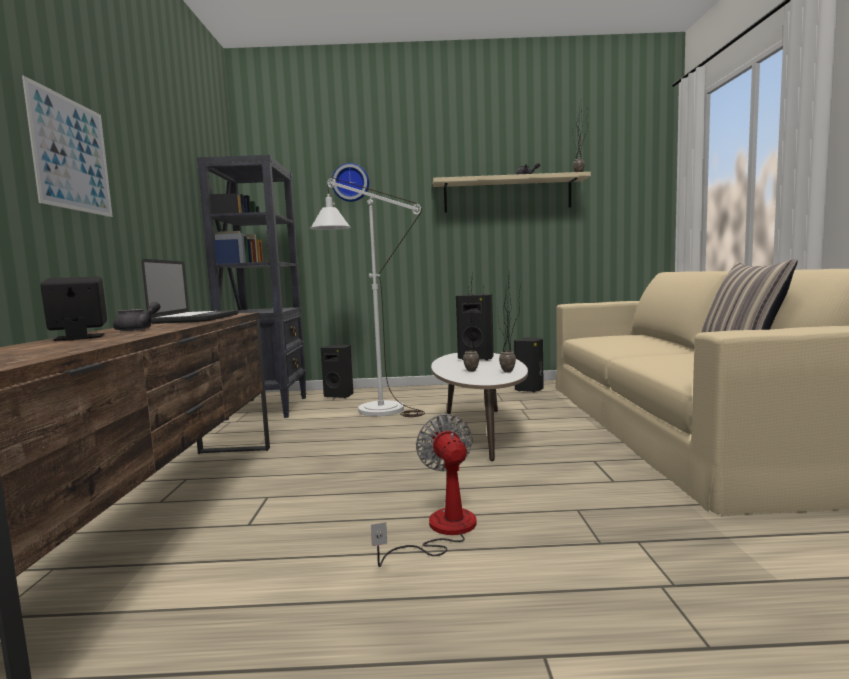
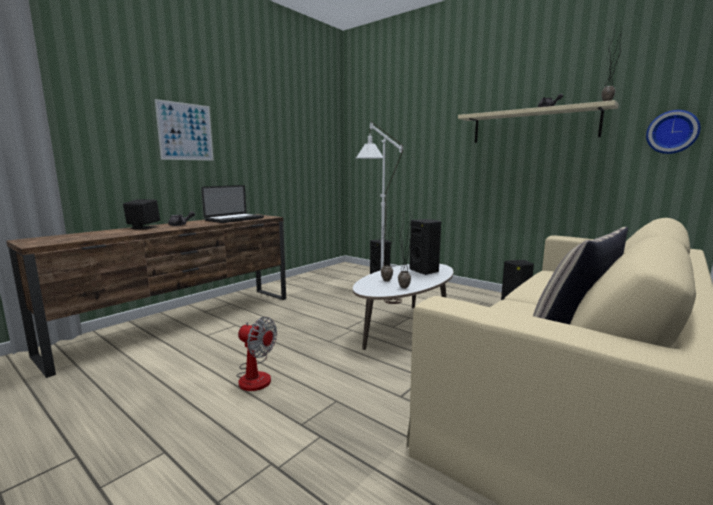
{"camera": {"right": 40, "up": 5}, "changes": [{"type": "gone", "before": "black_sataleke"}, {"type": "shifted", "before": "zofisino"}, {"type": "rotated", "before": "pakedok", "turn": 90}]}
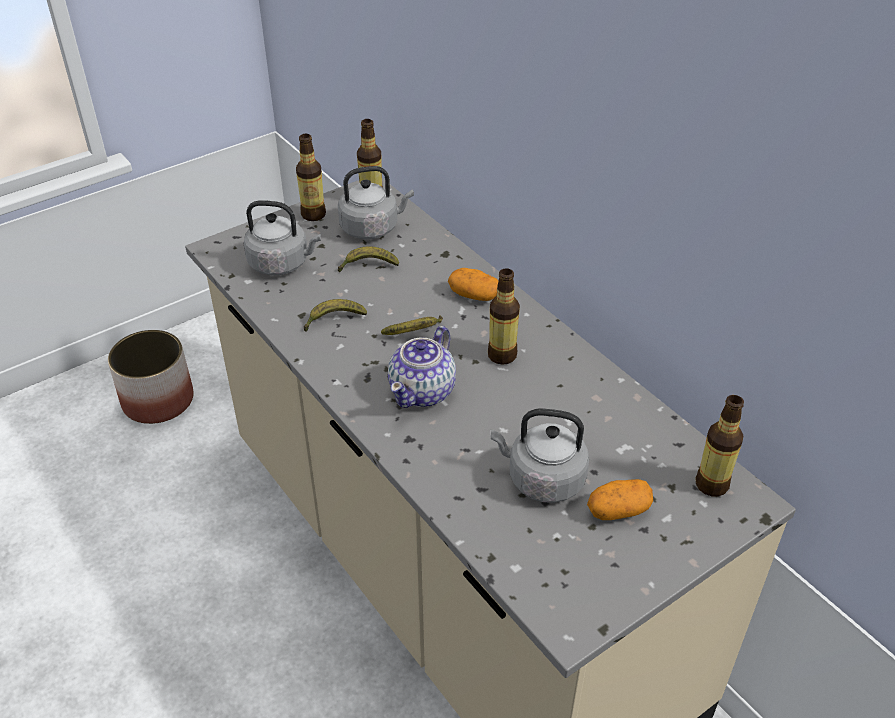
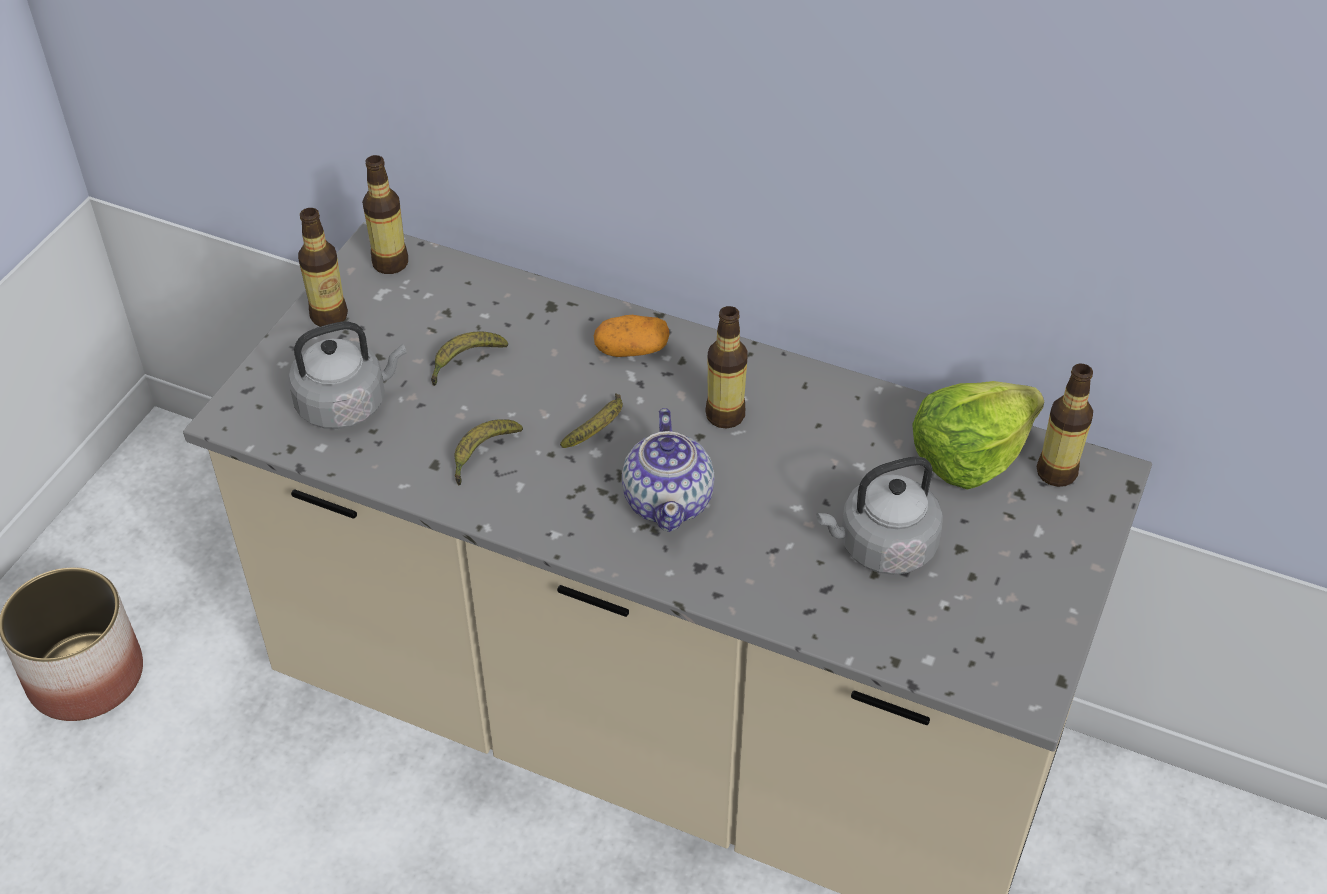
{"camera": {"right": -30, "up": 5}, "changes": [{"type": "gone", "before": "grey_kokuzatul (no. 2 from left)"}, {"type": "gone", "before": "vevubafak (no. 2 from left)"}, {"type": "new", "after": "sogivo"}]}
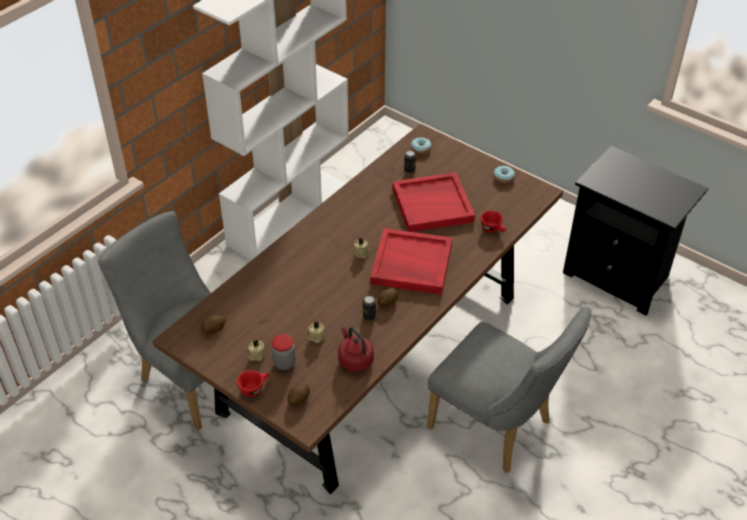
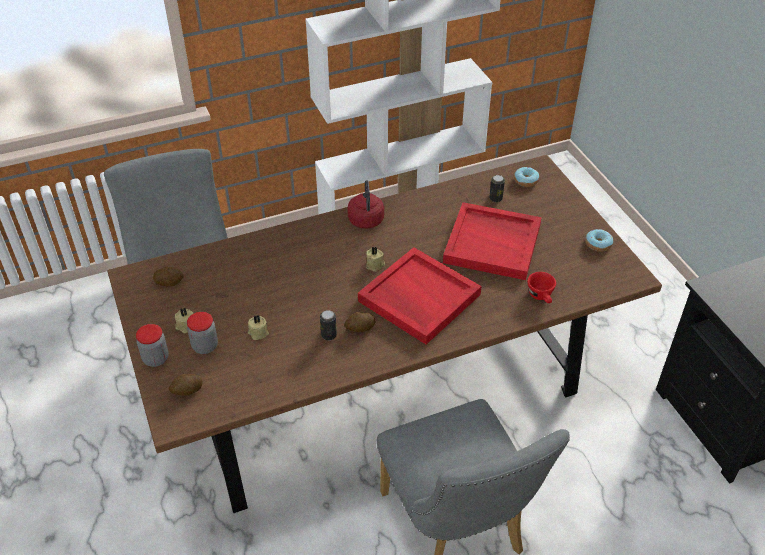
{"camera": {"right": 30, "up": 0}, "changes": [{"type": "swapped", "before": "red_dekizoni (no. 1 from left)", "after": "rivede (no. 1 from left)"}, {"type": "shifted", "before": "red_kokuzatul"}]}
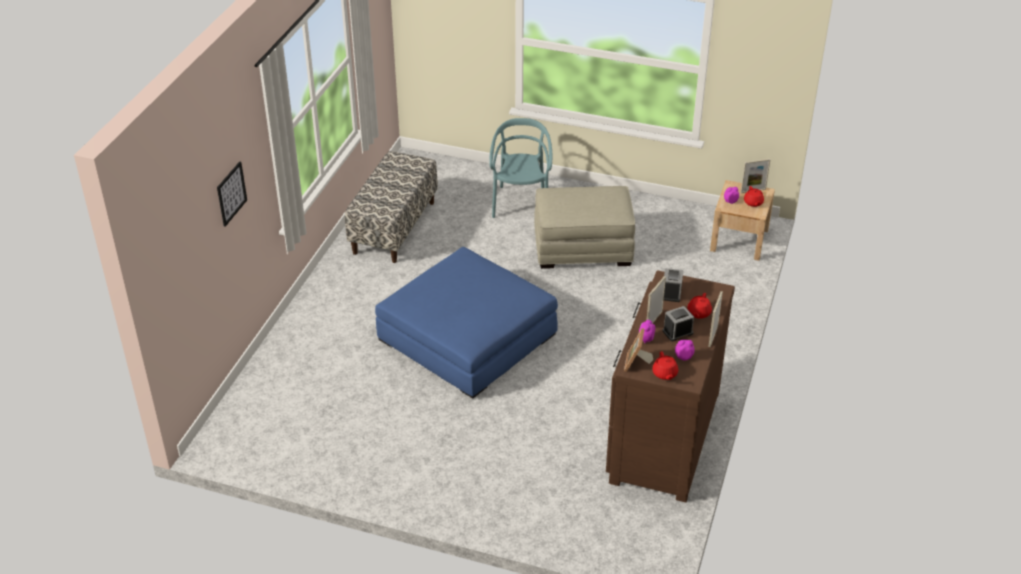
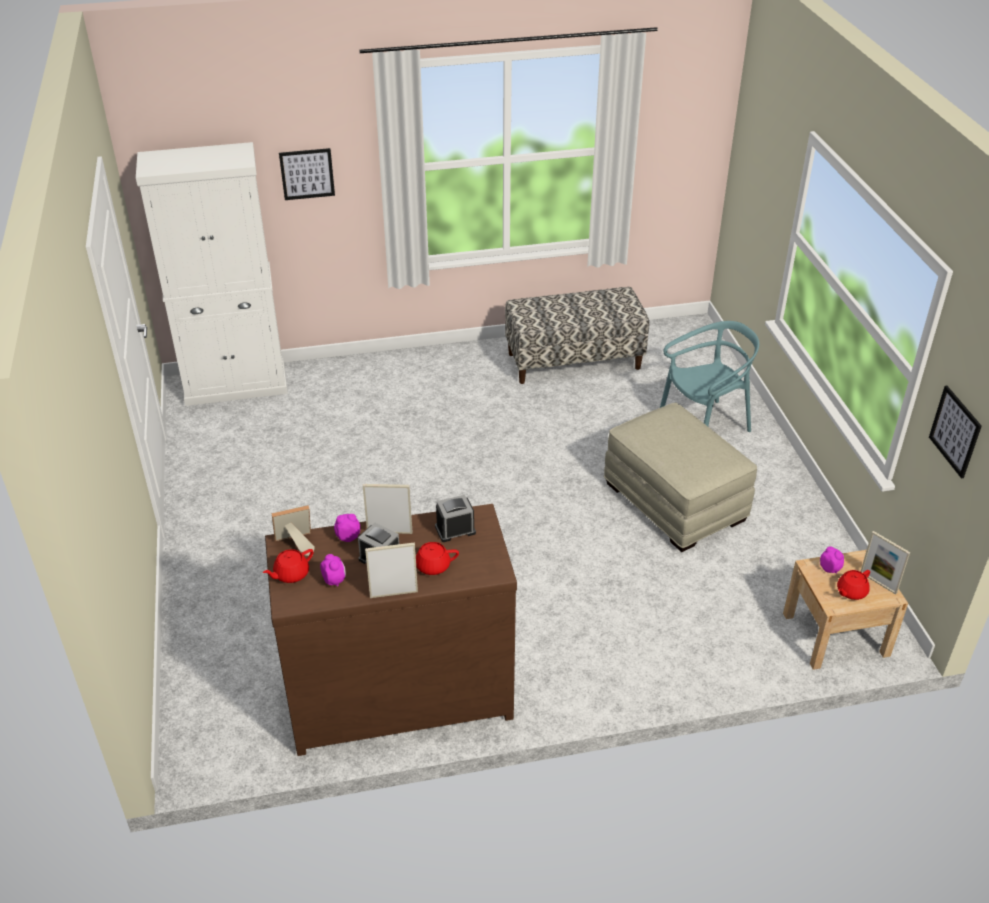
{"camera": {"right": 60, "up": 0}, "changes": [{"type": "gone", "before": "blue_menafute"}, {"type": "new", "after": "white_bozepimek"}, {"type": "new", "after": "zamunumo (no. 2 from left)"}]}
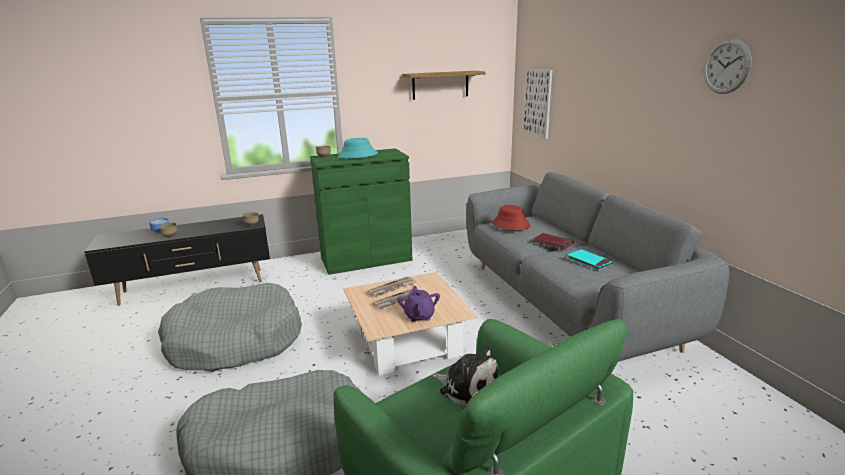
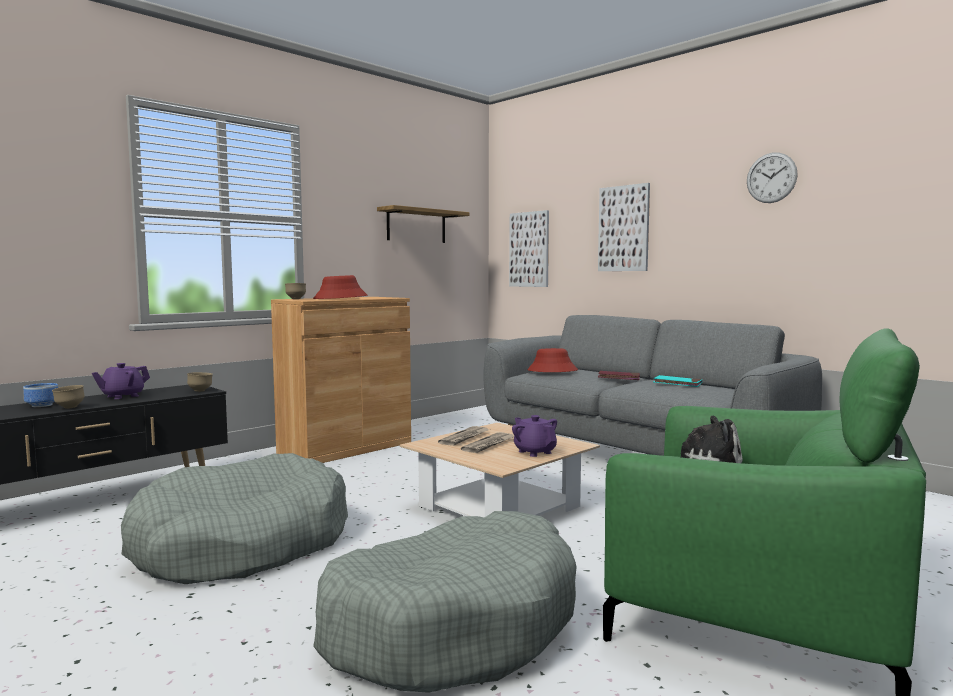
{"camera": {"right": -25, "up": -15}, "changes": [{"type": "repainted", "before": "green_bozepimek", "after": "brown_bozepimek"}, {"type": "repainted", "before": "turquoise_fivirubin", "after": "red_fivirubin (no. 1 from left)"}, {"type": "new", "after": "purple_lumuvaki (no. 1 from left)"}, {"type": "new", "after": "zamunumo (no. 2 from left)"}]}
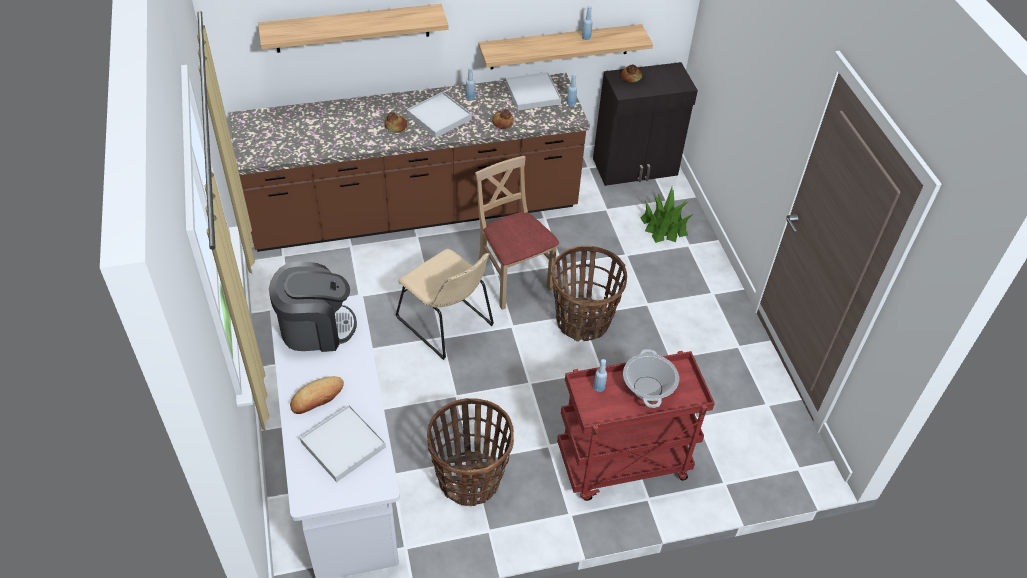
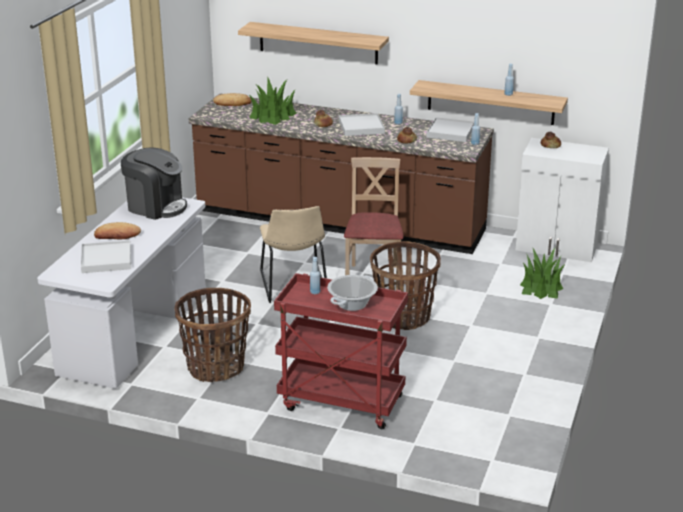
{"camera": {"right": 35, "up": -20}, "changes": [{"type": "repainted", "before": "black_bozepimek", "after": "white_bozepimek"}, {"type": "new", "after": "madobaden (no. 2 from left)"}, {"type": "new", "after": "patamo (no. 1 from left)"}]}
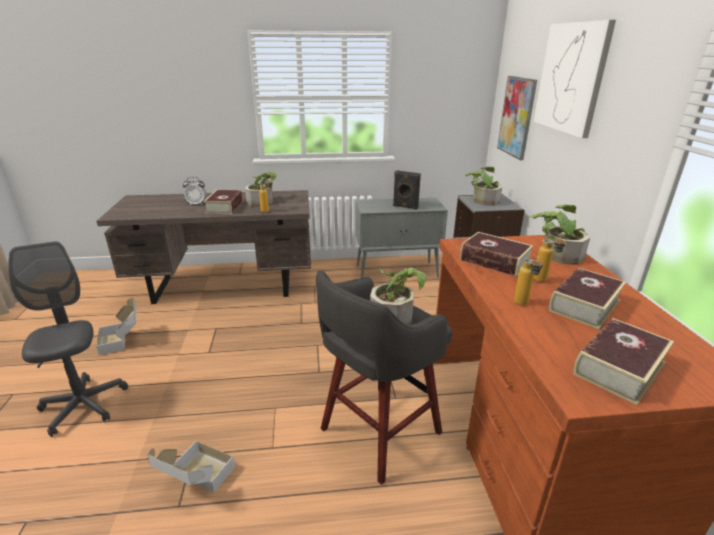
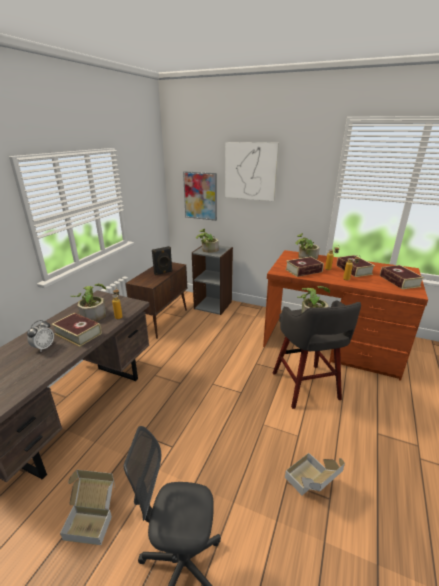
{"camera": {"right": -60, "up": 0}, "changes": [{"type": "repainted", "before": "grey_bozepimek", "after": "brown_bozepimek"}]}
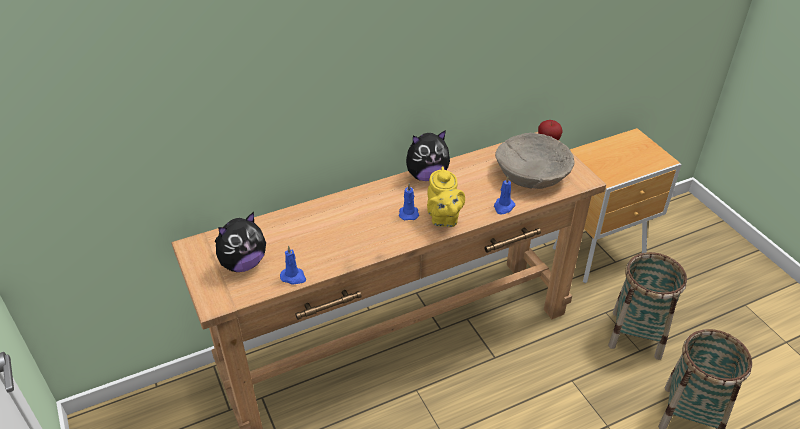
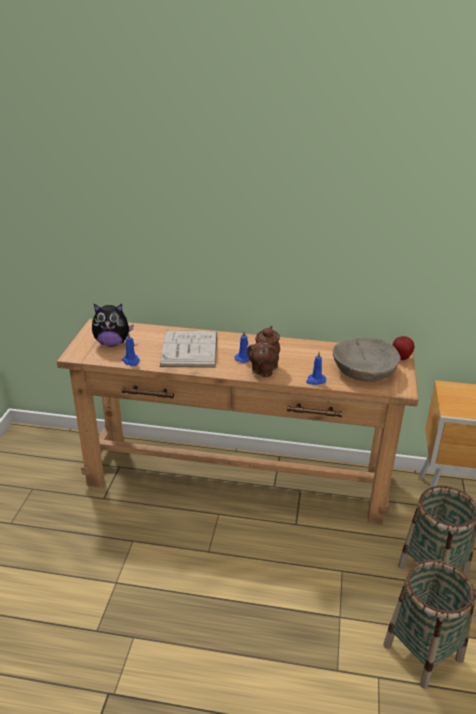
{"camera": {"right": 35, "up": -10}, "changes": [{"type": "gone", "before": "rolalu (no. 2 from left)"}, {"type": "repainted", "before": "yellow_lumuvaki", "after": "brown_lumuvaki"}, {"type": "new", "after": "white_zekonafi"}]}
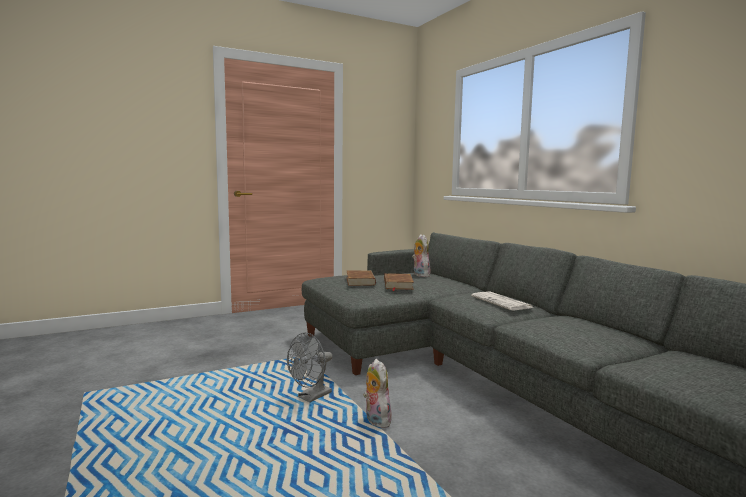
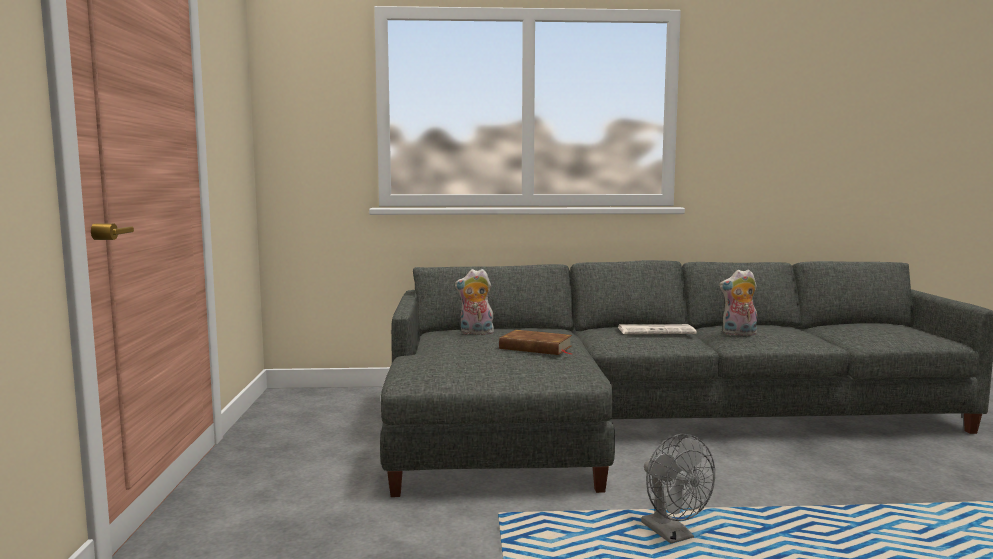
{"camera": {"right": -65, "up": 0}, "changes": [{"type": "gone", "before": "brown_zekonafi (no. 1 from left)"}, {"type": "shifted", "before": "rolalu (no. 1 from left in the first image)", "after": "rolalu (no. 2 from left)"}]}
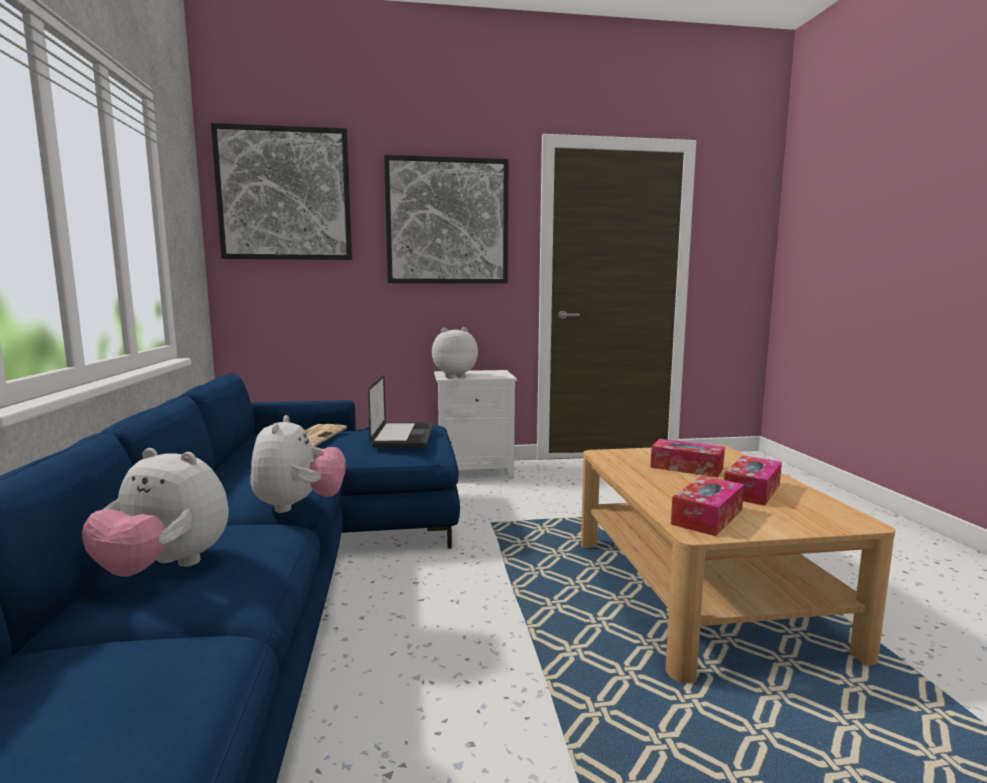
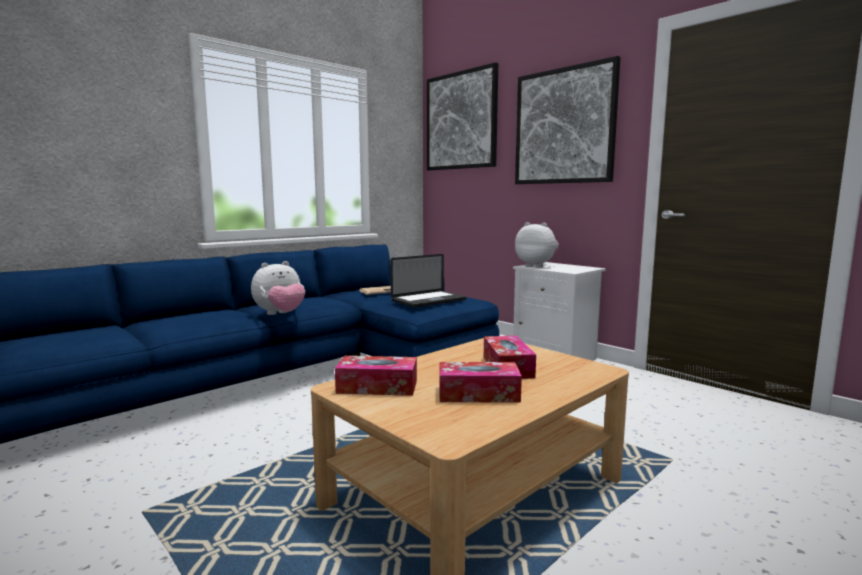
{"camera": {"right": 55, "up": 0}, "changes": [{"type": "gone", "before": "rolalu (no. 1 from left)"}]}
